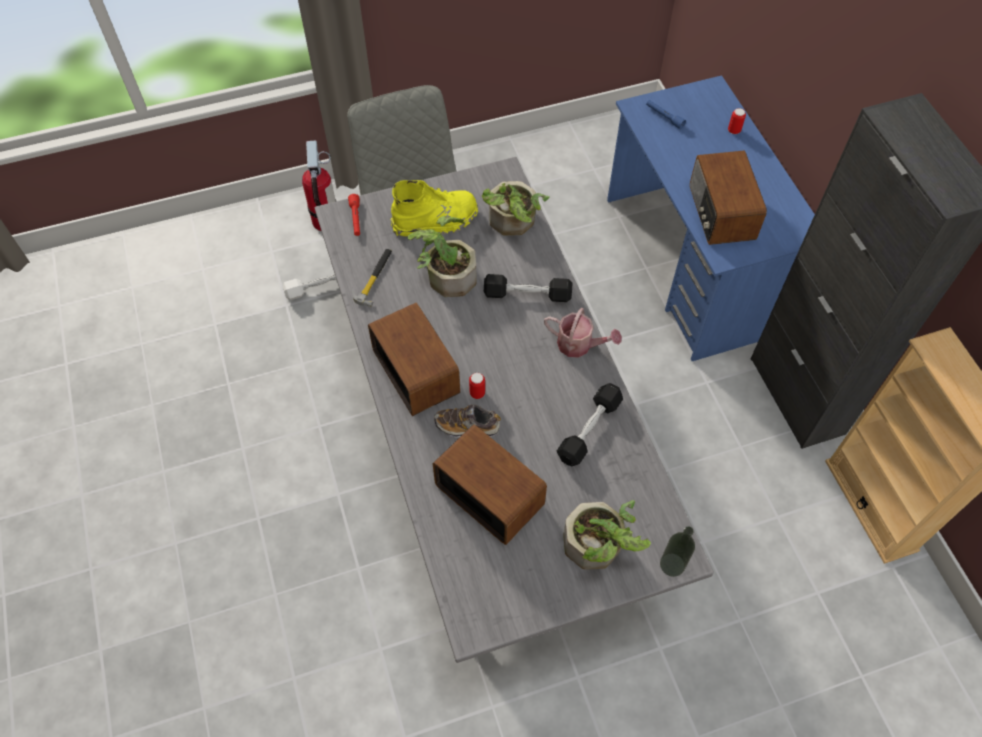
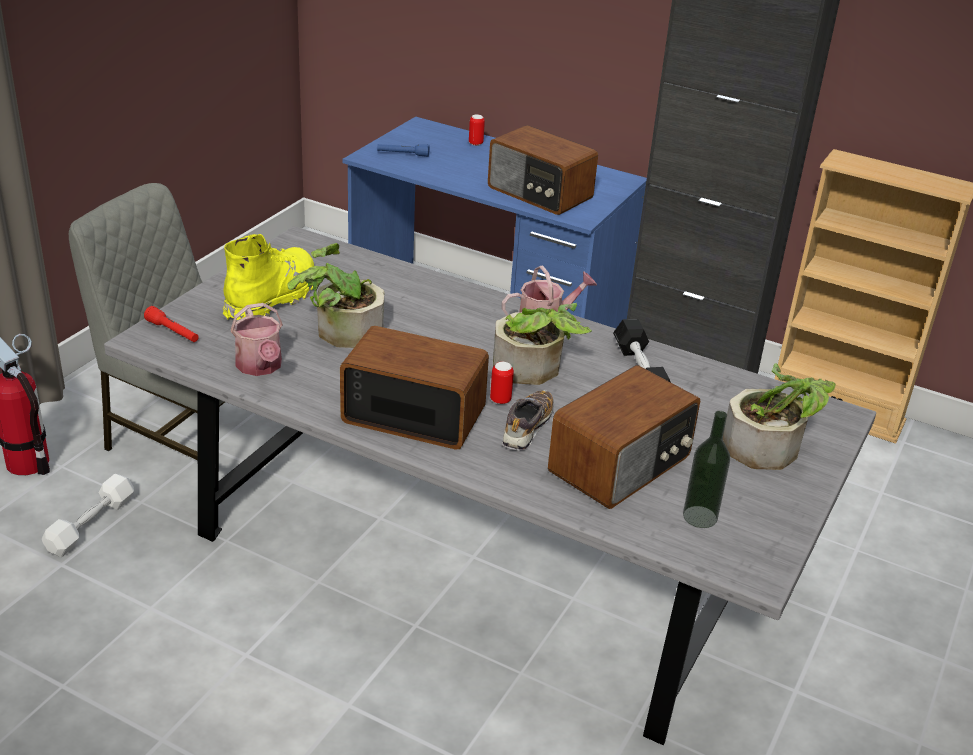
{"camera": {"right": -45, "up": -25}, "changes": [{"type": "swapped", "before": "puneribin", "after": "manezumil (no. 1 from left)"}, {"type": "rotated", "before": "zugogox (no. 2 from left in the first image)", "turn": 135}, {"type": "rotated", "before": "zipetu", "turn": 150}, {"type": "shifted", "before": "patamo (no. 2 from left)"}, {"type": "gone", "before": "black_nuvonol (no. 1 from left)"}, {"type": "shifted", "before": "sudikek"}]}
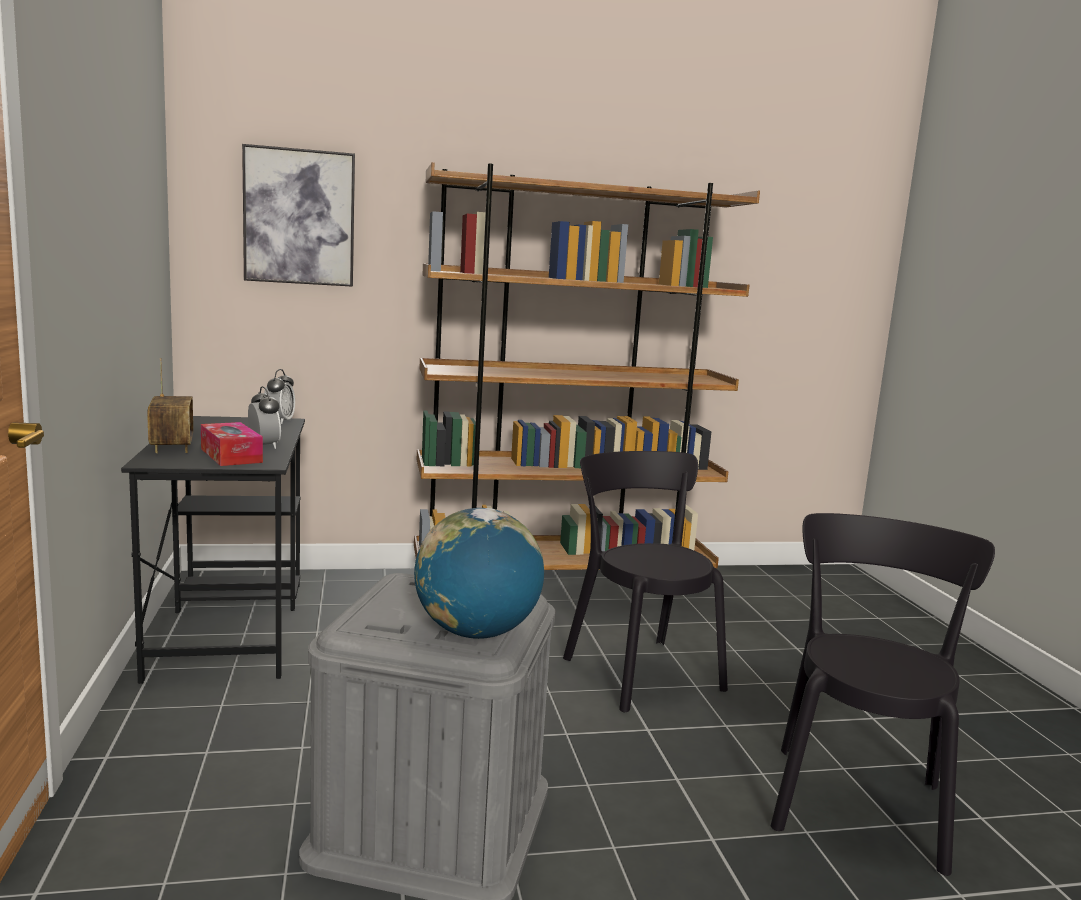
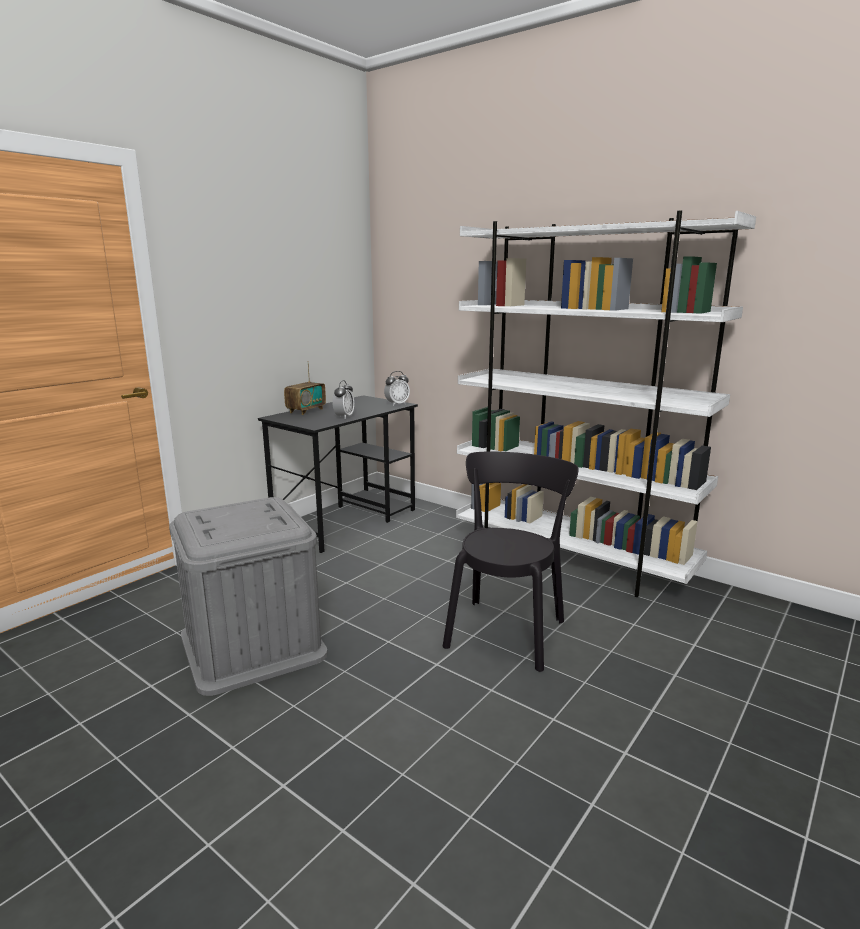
{"camera": {"right": 50, "up": 5}, "changes": [{"type": "gone", "before": "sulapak"}, {"type": "gone", "before": "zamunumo"}, {"type": "repainted", "before": "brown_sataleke", "after": "white_sataleke"}, {"type": "gone", "before": "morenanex"}, {"type": "gone", "before": "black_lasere (no. 2 from left)"}]}
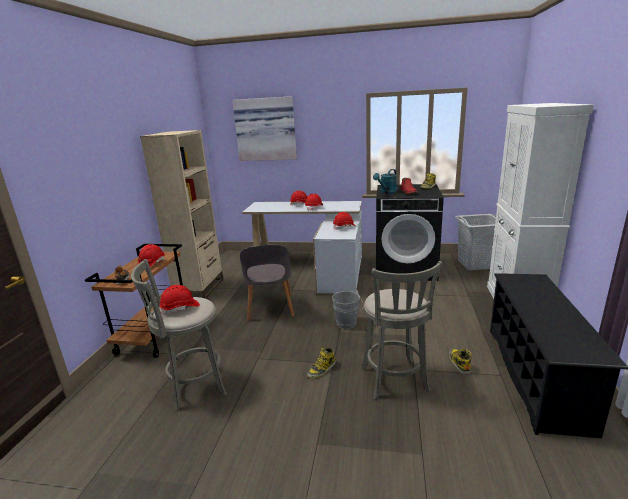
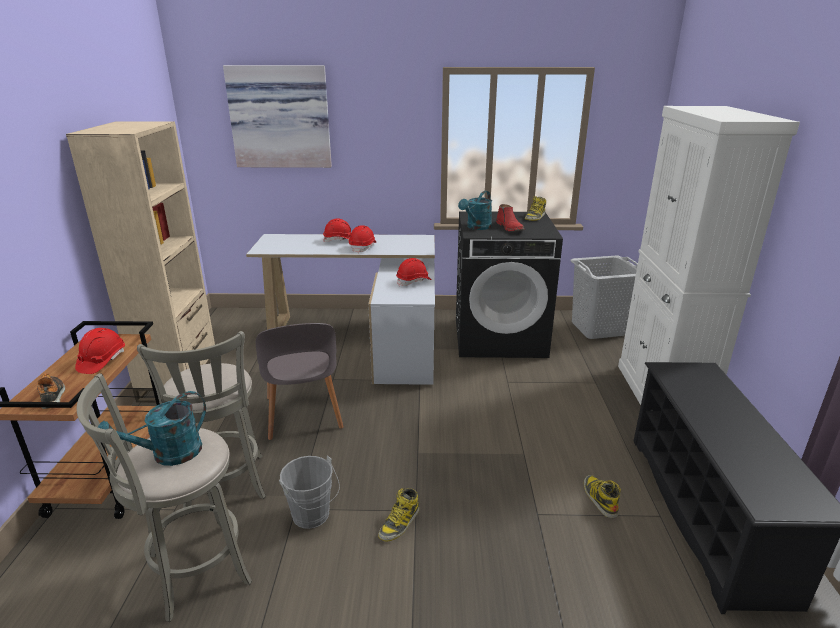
{"camera": {"right": -10, "up": 5}, "changes": [{"type": "swapped", "before": "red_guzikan (no. 2 from left)", "after": "turquoise_manezumil (no. 1 from left)"}, {"type": "shifted", "before": "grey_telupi"}, {"type": "shifted", "before": "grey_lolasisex (no. 2 from left)"}]}
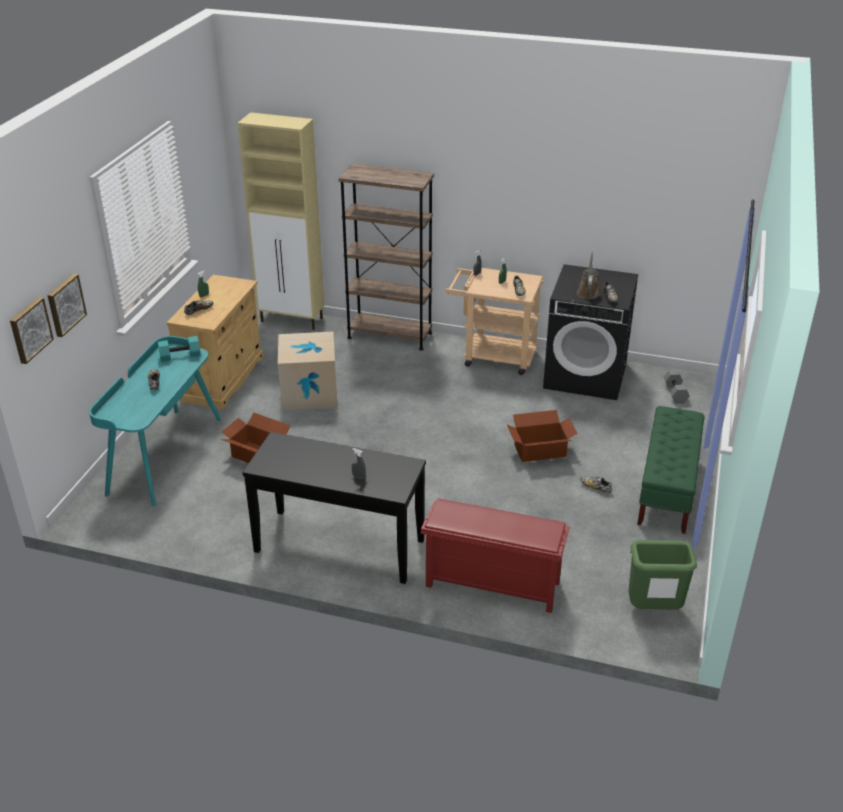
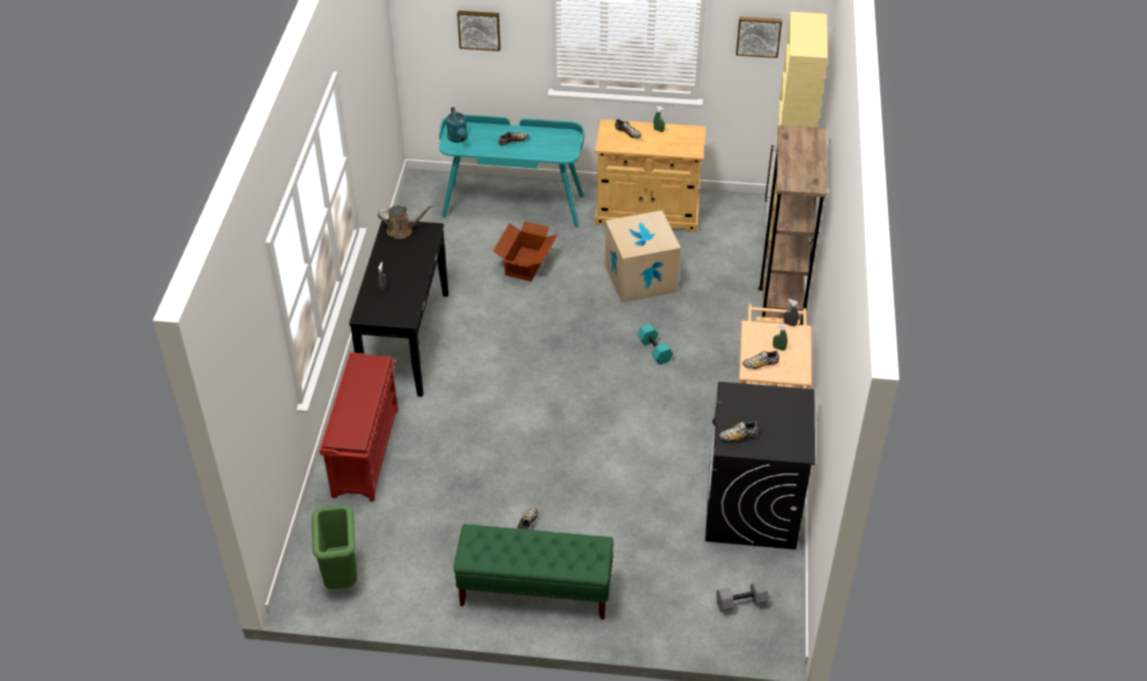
{"camera": {"right": 80, "up": 10}, "changes": [{"type": "shifted", "before": "zamunumo (no. 1 from left in the first image)", "after": "zamunumo (no. 2 from left)"}, {"type": "shifted", "before": "turquoise_nuvonol"}, {"type": "gone", "before": "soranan (no. 3 from left)"}, {"type": "shifted", "before": "brown_manezumil"}, {"type": "new", "after": "turquoise_manezumil"}]}
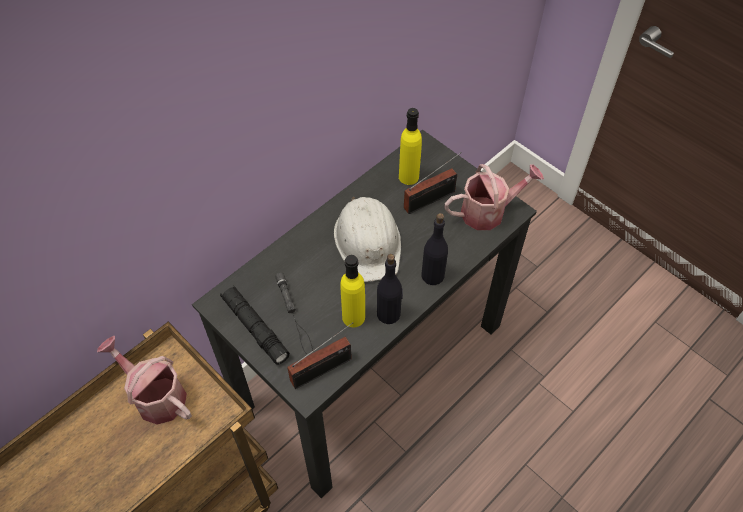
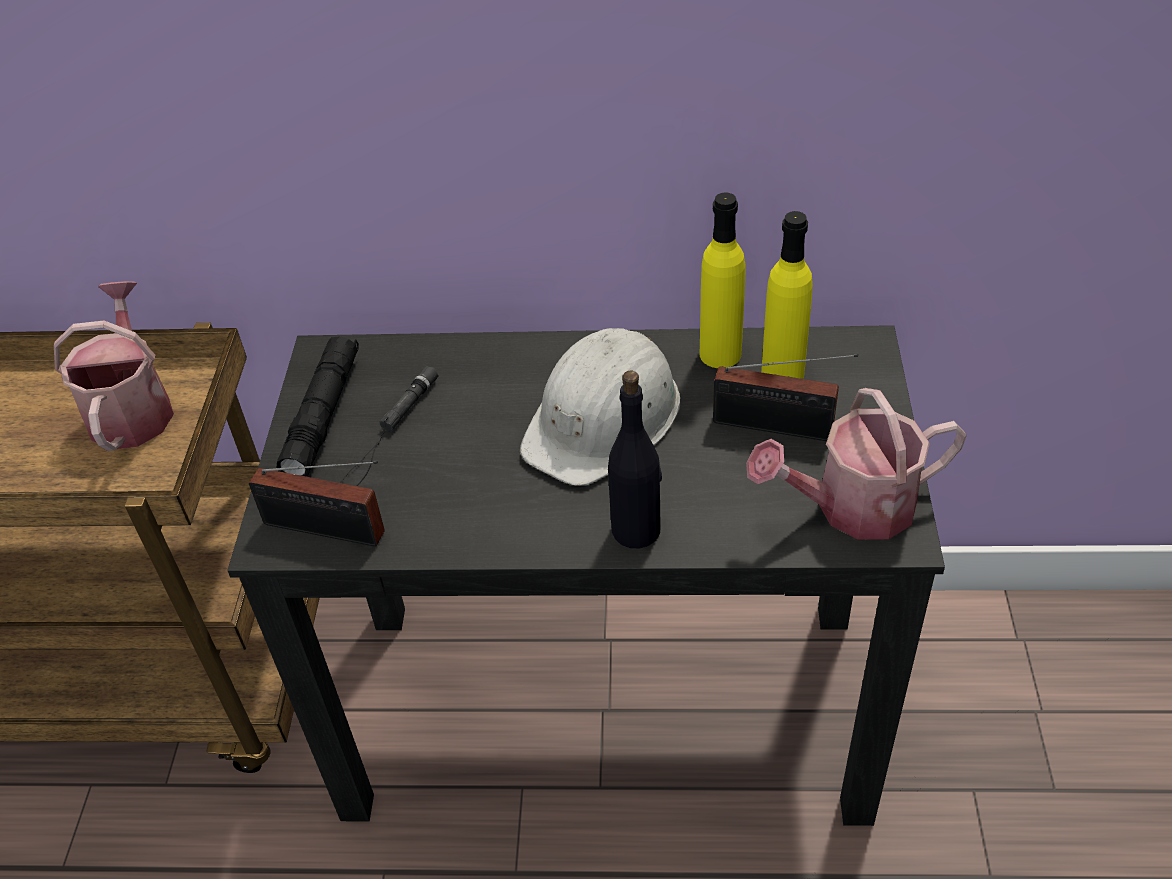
{"camera": {"right": 50, "up": -10}, "changes": [{"type": "shifted", "before": "yellow_sudikek (no. 1 from left)"}, {"type": "gone", "before": "black_sudikek (no. 1 from left)"}, {"type": "rotated", "before": "manezumil (no. 2 from left)", "turn": 135}]}
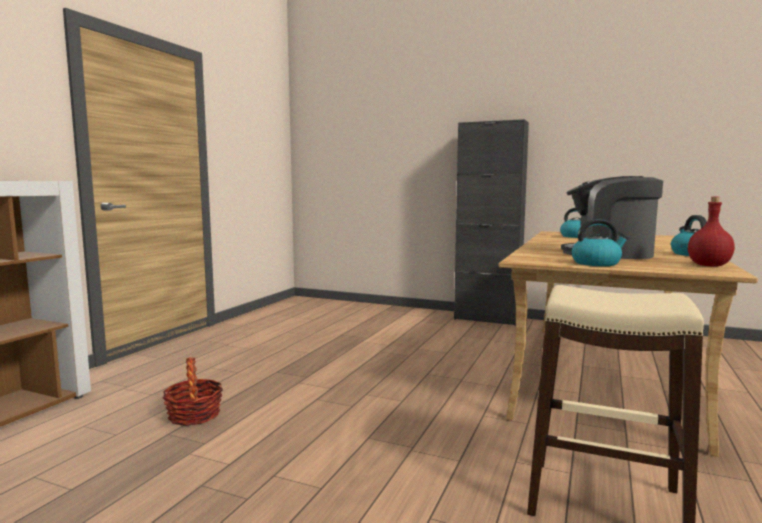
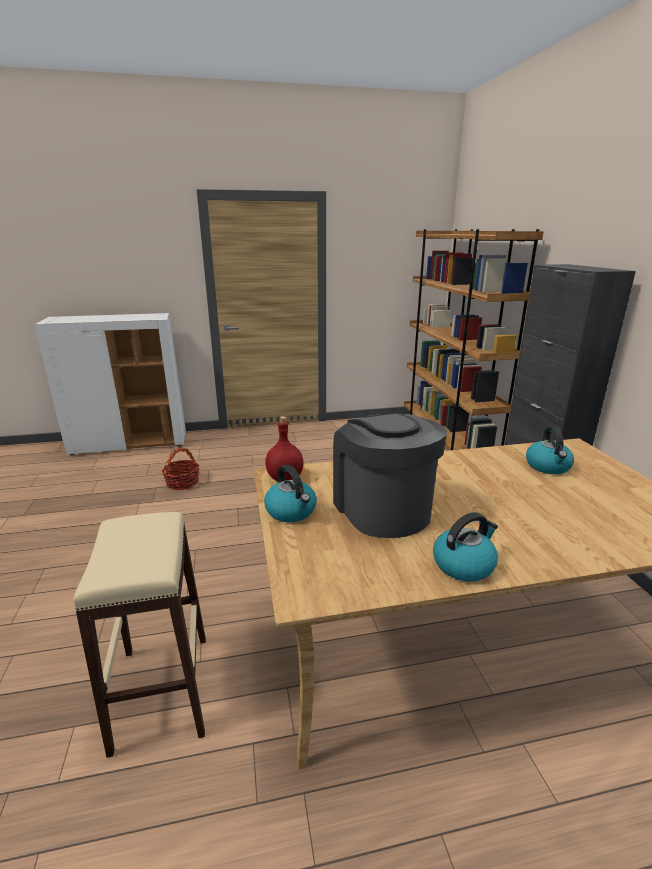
{"camera": {"right": 55, "up": 15}, "changes": [{"type": "shifted", "before": "red_sudikek"}, {"type": "new", "after": "brown_sataleke"}]}
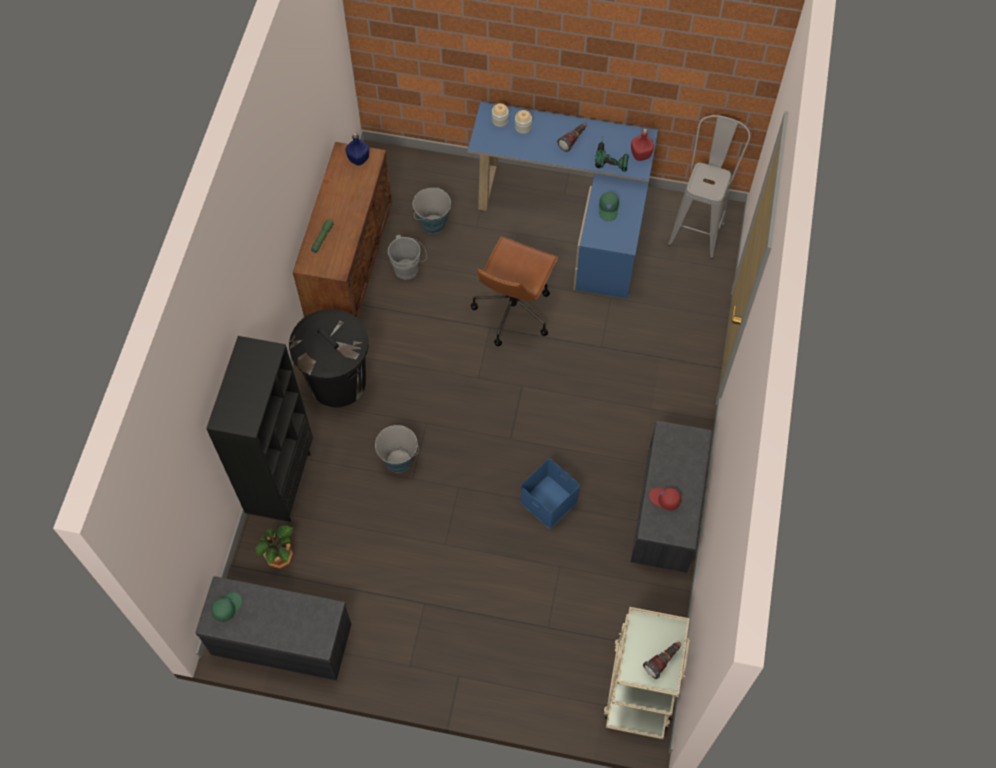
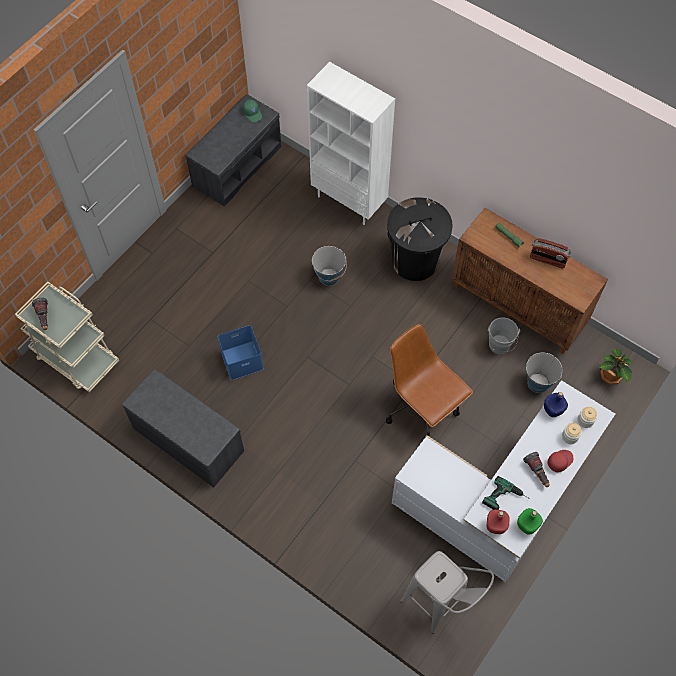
{"camera": {"right": 115, "up": 0}, "changes": [{"type": "repainted", "before": "black_sataleke", "after": "white_sataleke"}, {"type": "shifted", "before": "patamo"}, {"type": "shifted", "before": "blue_sudikek"}, {"type": "repainted", "before": "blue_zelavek", "after": "white_zelavek"}, {"type": "gone", "before": "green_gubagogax (no. 2 from left)"}, {"type": "shifted", "before": "red_gubagogax"}, {"type": "new", "after": "green_sudikek"}, {"type": "new", "after": "zugogox"}]}
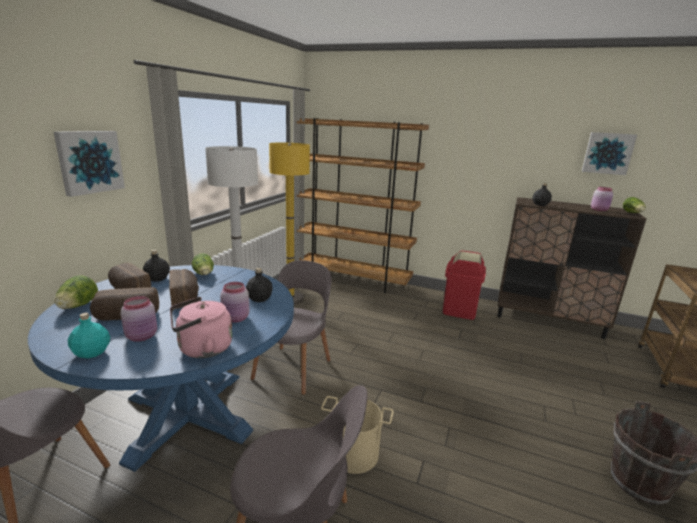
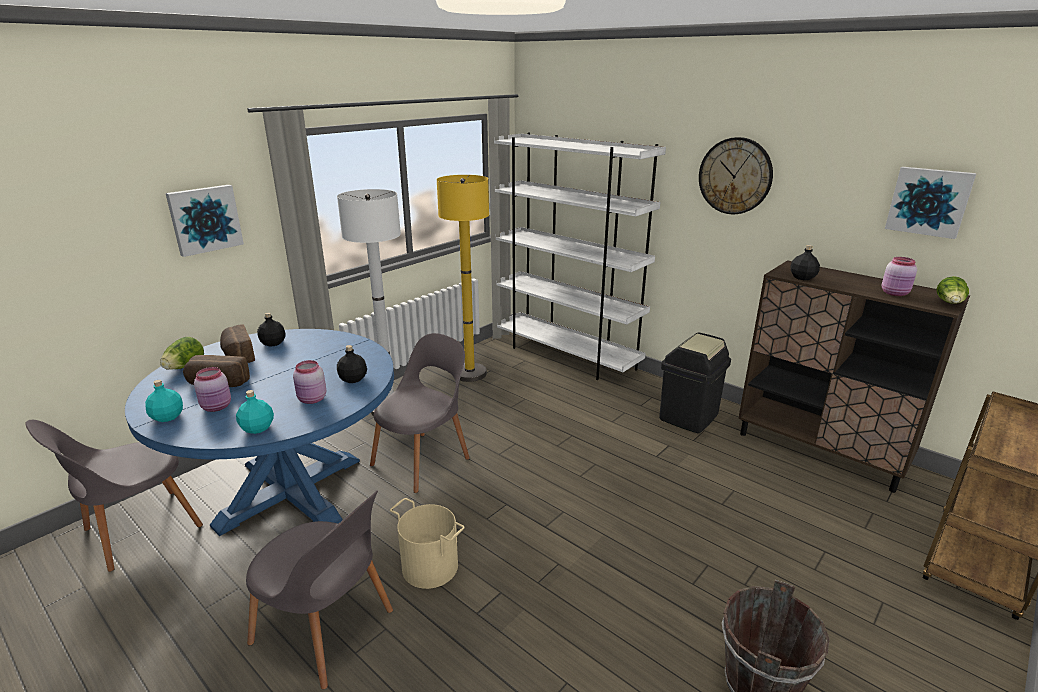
{"camera": {"right": 20, "up": 5}, "changes": [{"type": "gone", "before": "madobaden (no. 3 from left)"}, {"type": "swapped", "before": "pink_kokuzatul", "after": "turquoise_sudikek (no. 2 from left)"}, {"type": "gone", "before": "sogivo (no. 2 from left)"}, {"type": "repainted", "before": "brown_sataleke", "after": "white_sataleke"}, {"type": "repainted", "before": "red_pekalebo", "after": "black_pekalebo"}, {"type": "new", "after": "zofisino"}]}
